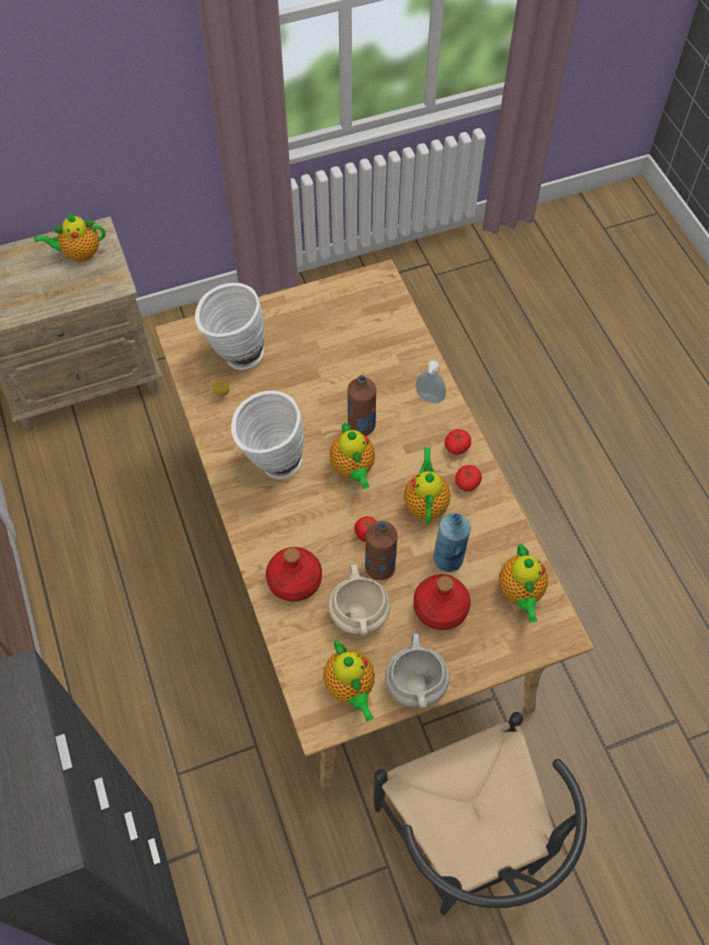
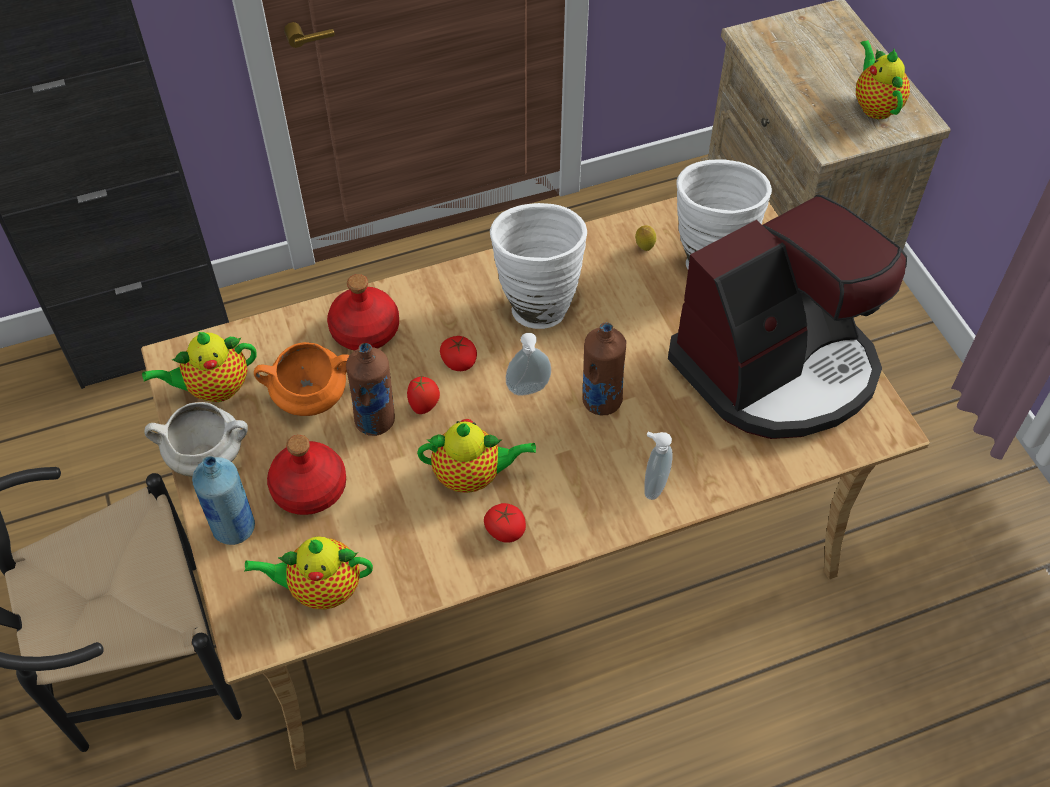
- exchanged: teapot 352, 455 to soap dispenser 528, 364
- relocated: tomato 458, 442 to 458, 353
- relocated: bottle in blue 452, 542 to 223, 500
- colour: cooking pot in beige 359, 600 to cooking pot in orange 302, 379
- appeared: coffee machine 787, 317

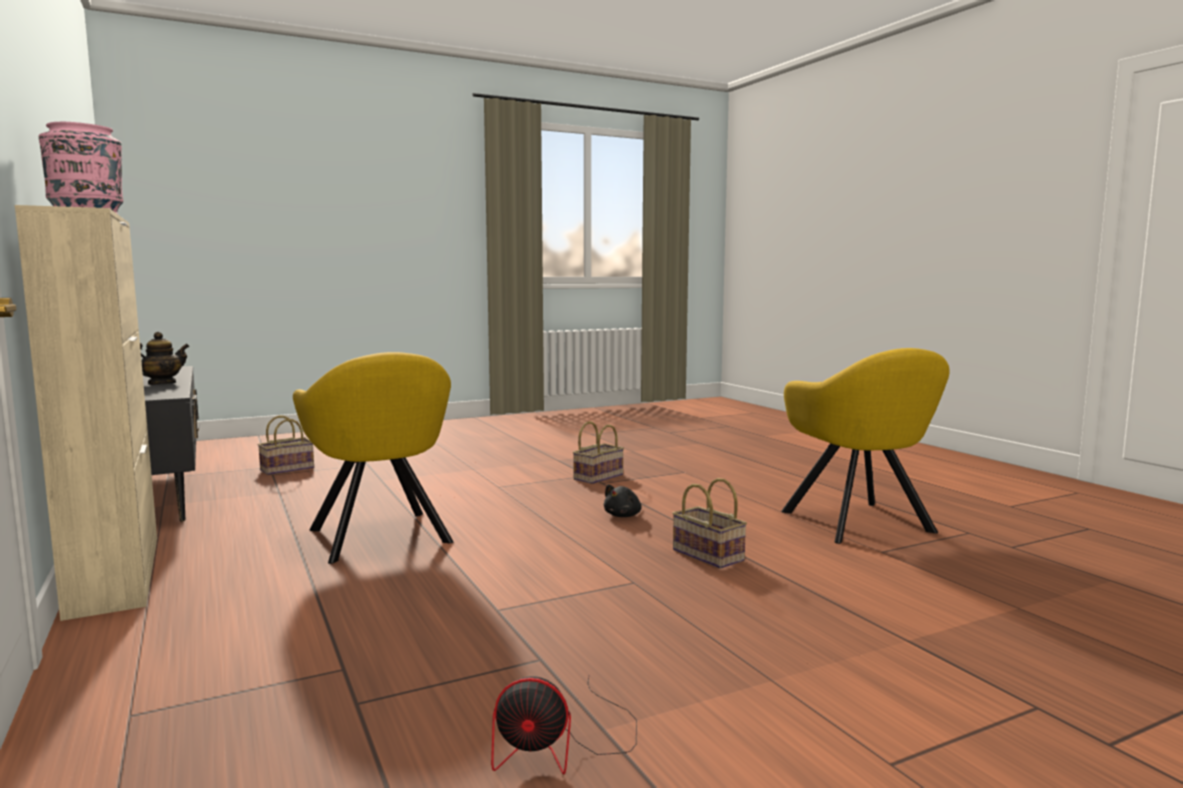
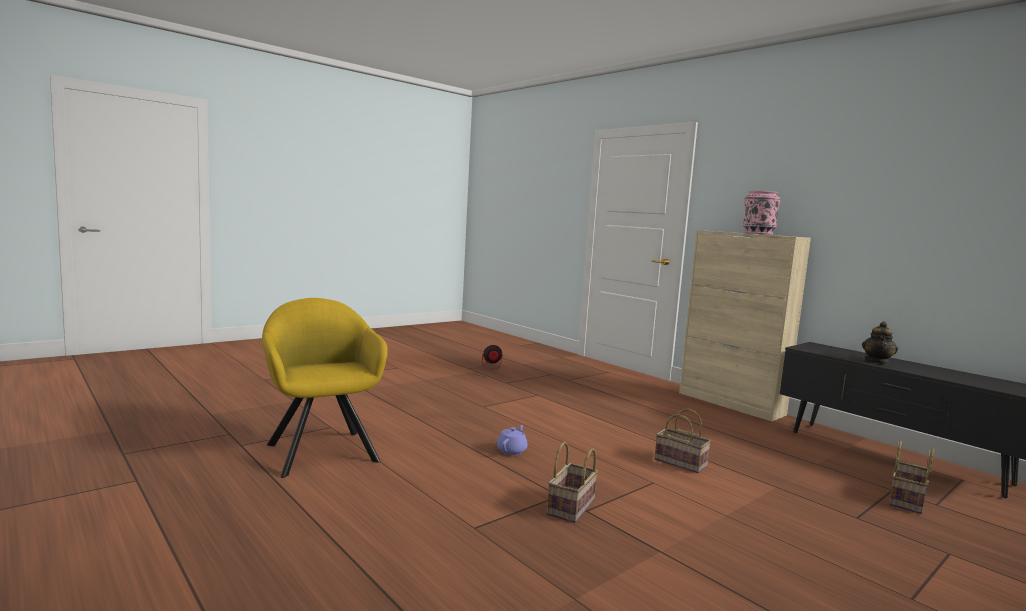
- missing: armchair in yellow 373, 458
- relocated: basket 709, 523 to 682, 440
- exchanged: plush toy in black 623, 500 to teapot in purple 512, 440

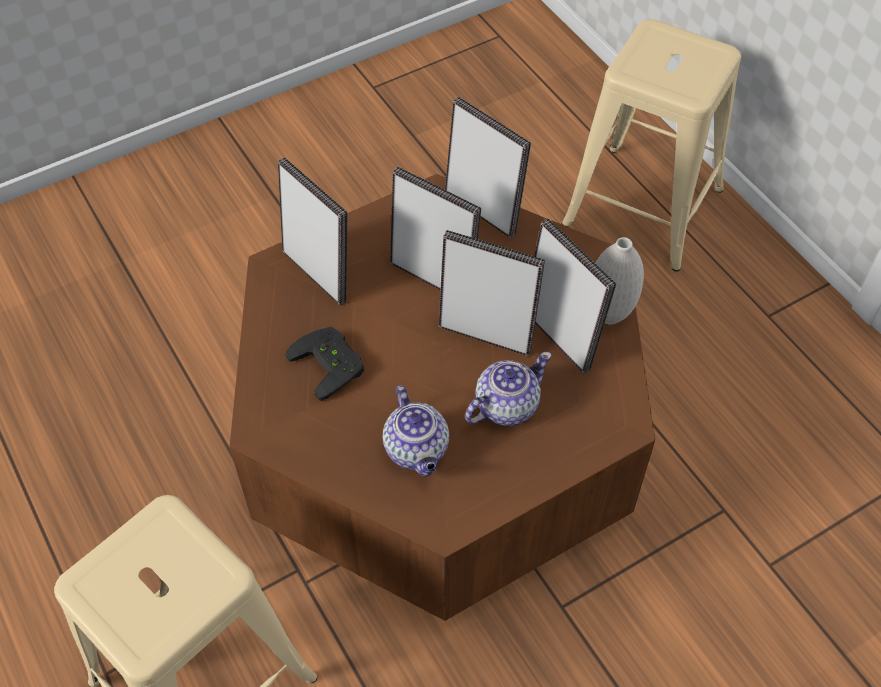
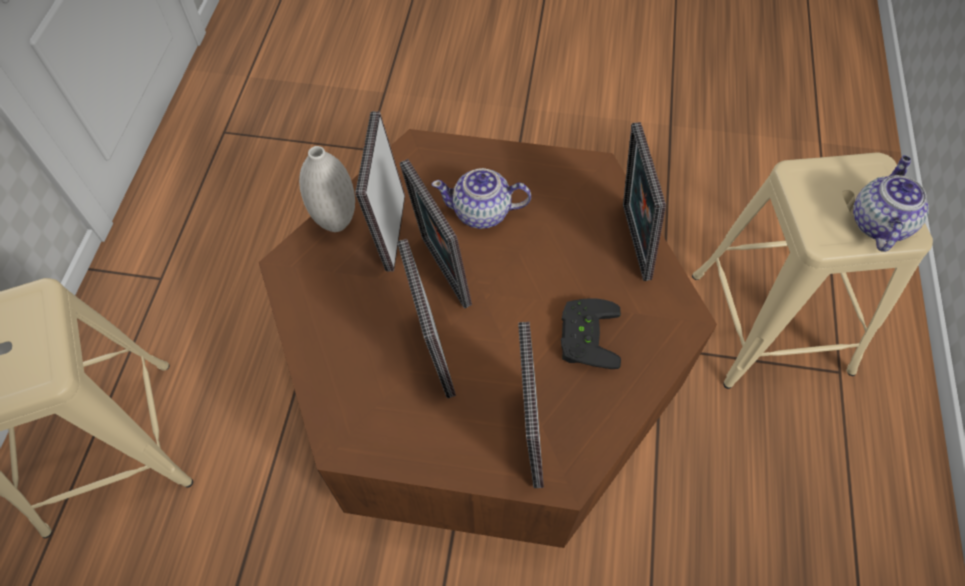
- relocated: picture frame 488, 167 to 644, 201
- relocated: teapot 416, 431 to 891, 203

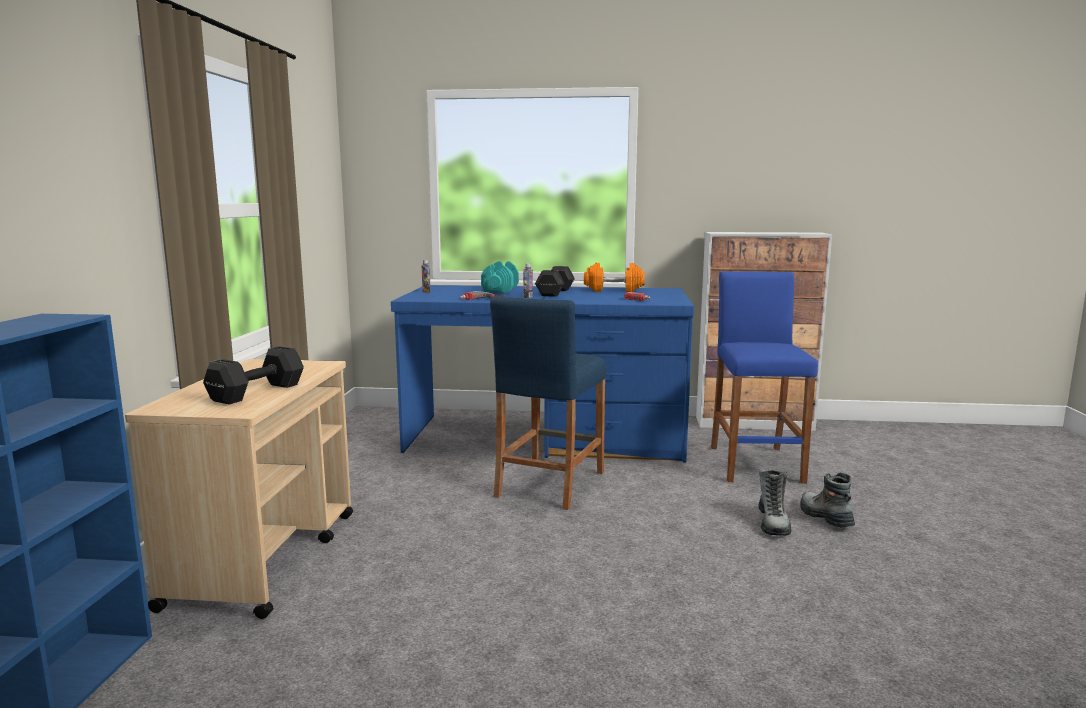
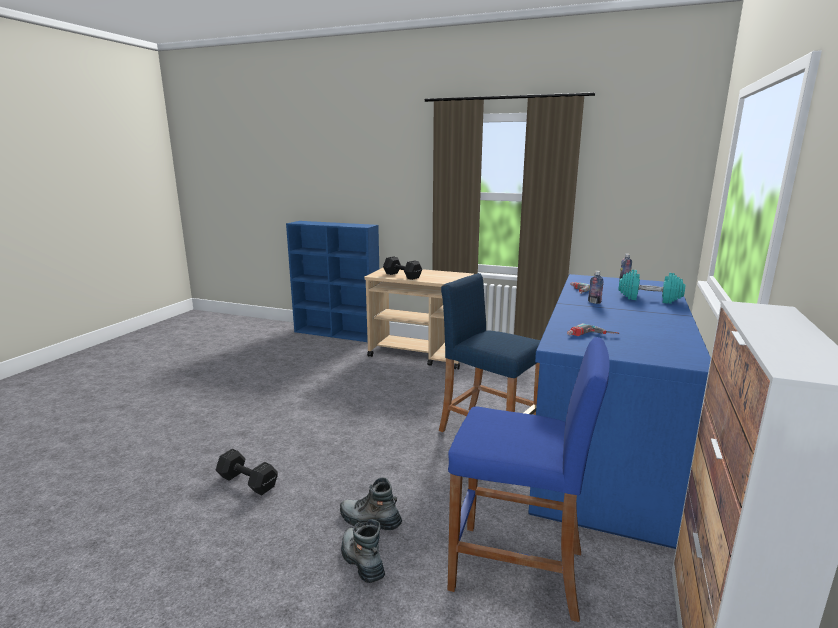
- missing: dumbbell in orange 614, 277
- relocated: dumbbell in black 555, 281 to 246, 472
- spun: boot 827, 500 = 363, 551 120 degrees counterclockwise

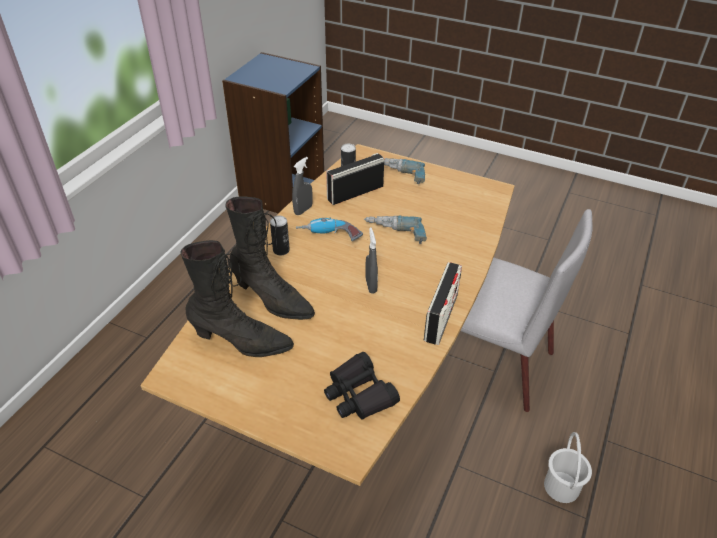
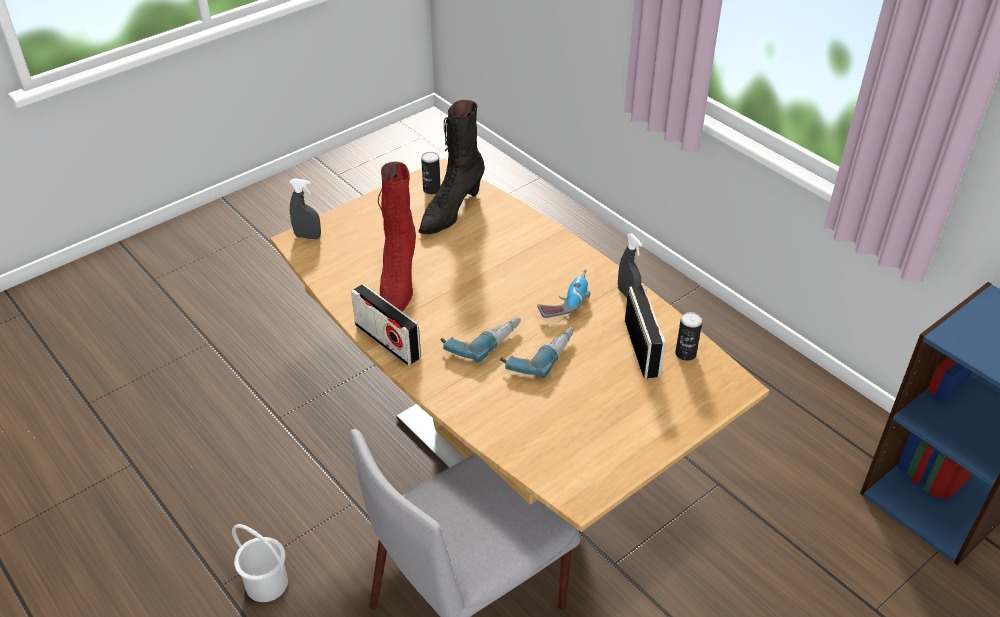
- relocated: power drill 404, 171 to 480, 340
- missing: boot in black 270, 258
- relocated: can 280, 235 to 431, 173
- relocated: spray bottle in grey 371, 260 to 305, 209
- missing: binoculars in black 362, 386
- appeared: boot in red 397, 236

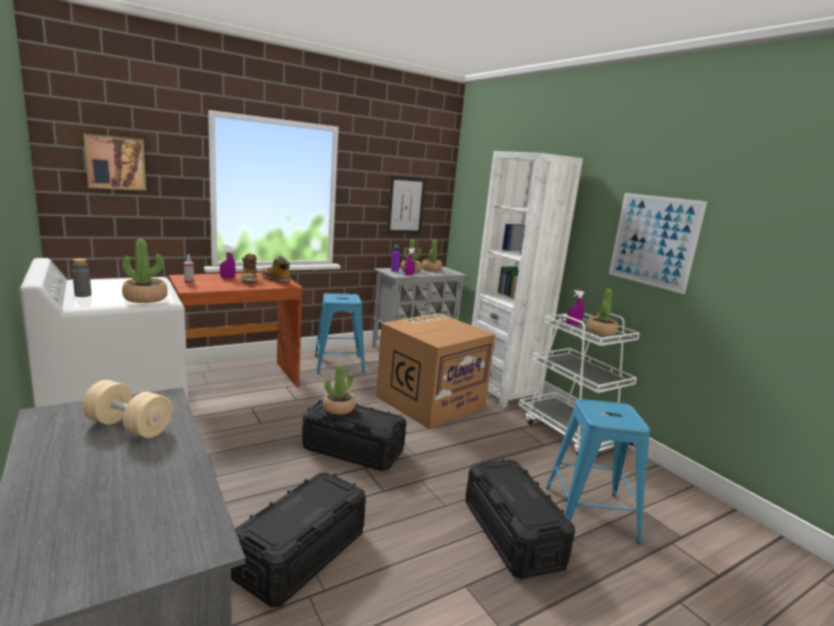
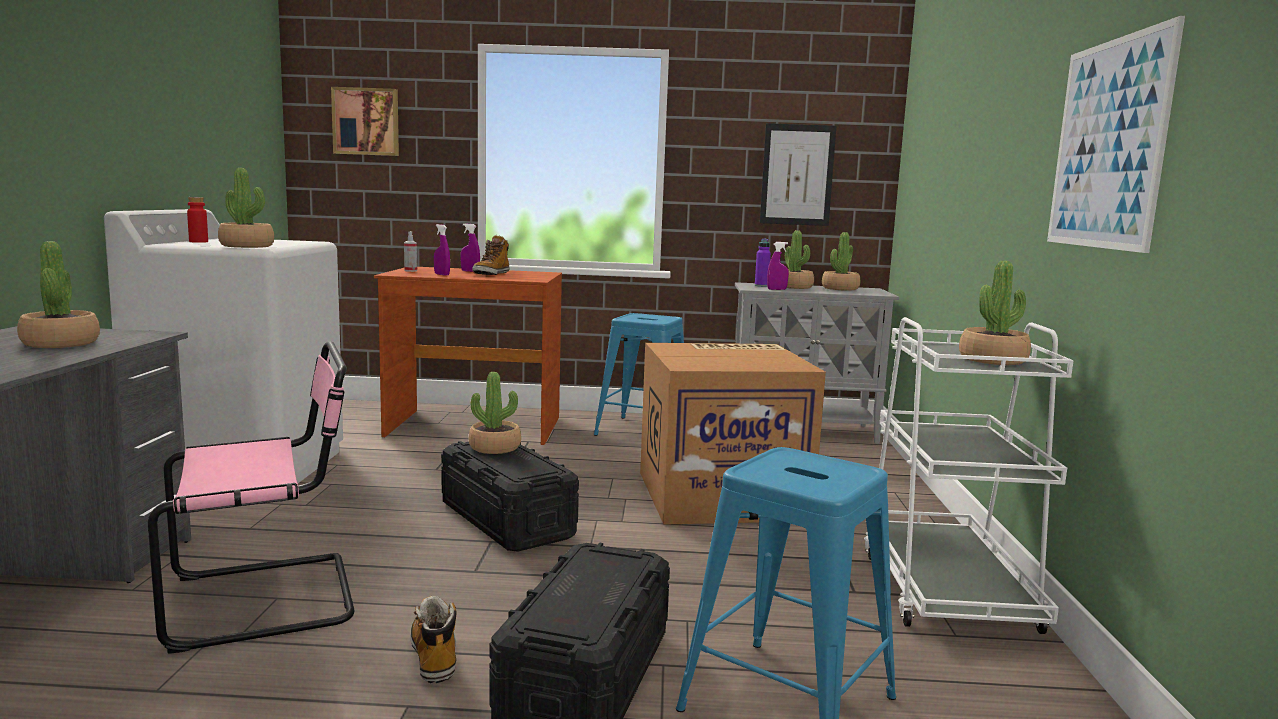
- missing: bookcase in white 527, 279
- relocated: boot 276, 269 to 433, 639
- colour: bottle in grey 81, 277 to bottle in red 197, 220
- relocated: spray bottle in purple 575, 307 to 442, 250
- exchanged: dumbbell in beige 127, 409 to potted plant 58, 294
- exchanged: storage box in black 298, 540 to chair in pink 251, 497

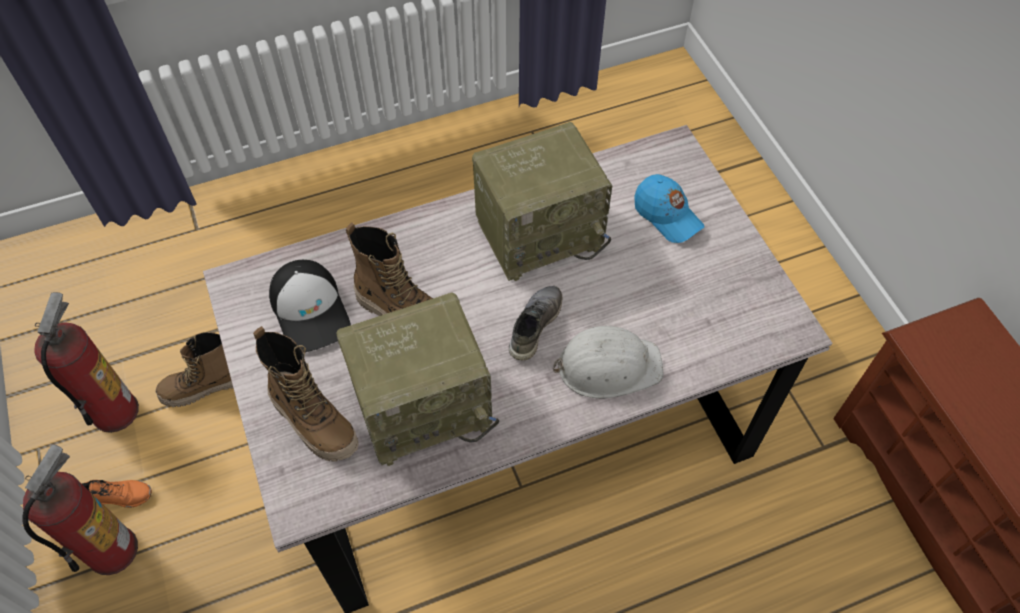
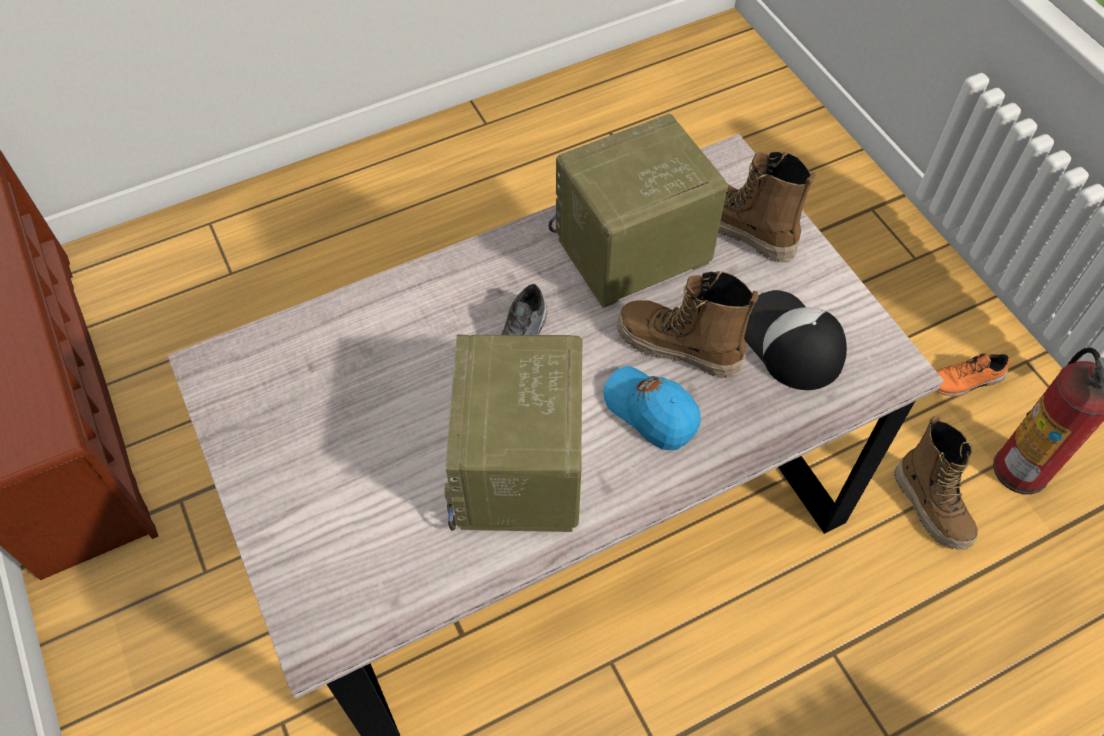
- spun: radio 542, 201 = 514, 433 60 degrees counterclockwise
- relocated: cap in blue 669, 208 to 652, 408
- missing: hard hat in white 607, 362
- spun: boot 194, 369 = 936, 482 90 degrees clockwise
- missing: fire extinguisher 80, 509

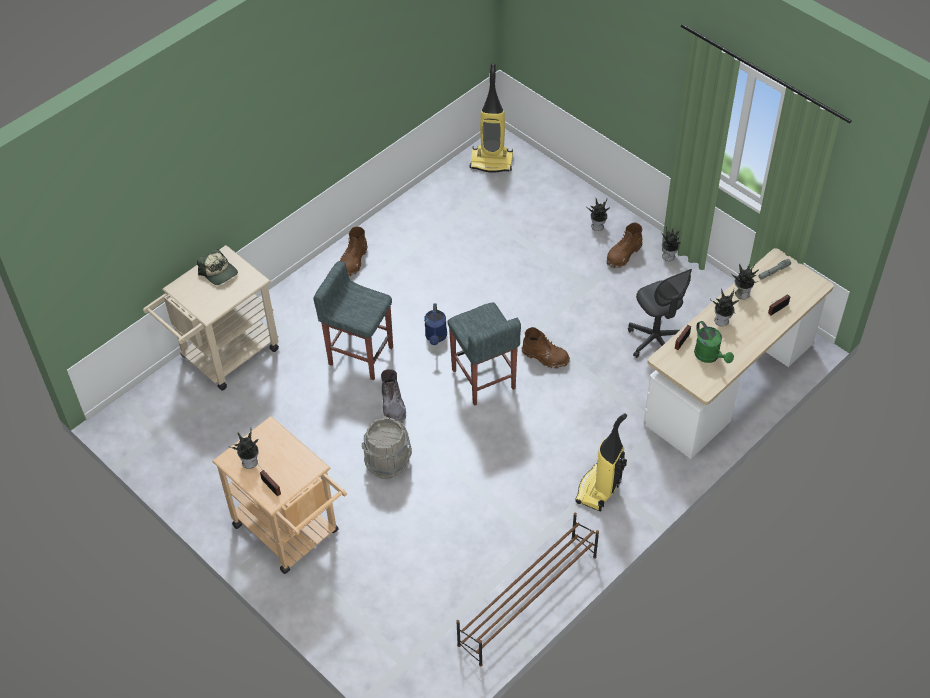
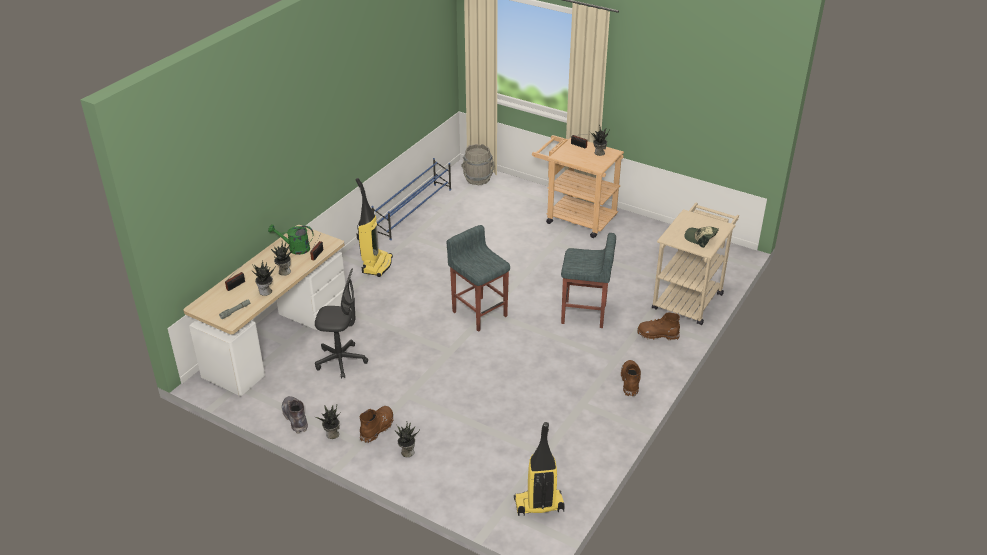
- spun: office chair in grey 660, 313 = 341, 323 135 degrees clockwise
- missing: watering can in blue 435, 324
- spun: watering can in green 714, 342 = 290, 239 45 degrees counterclockwise
- relocated: boot in brown 546, 347 to 658, 326
- relocated: boot in grey 393, 396 to 295, 414
- relocated: bucket in grey 386, 448 to 478, 164
- colour: shoe rack in brown 527, 589 to shoe rack in blue 411, 199

